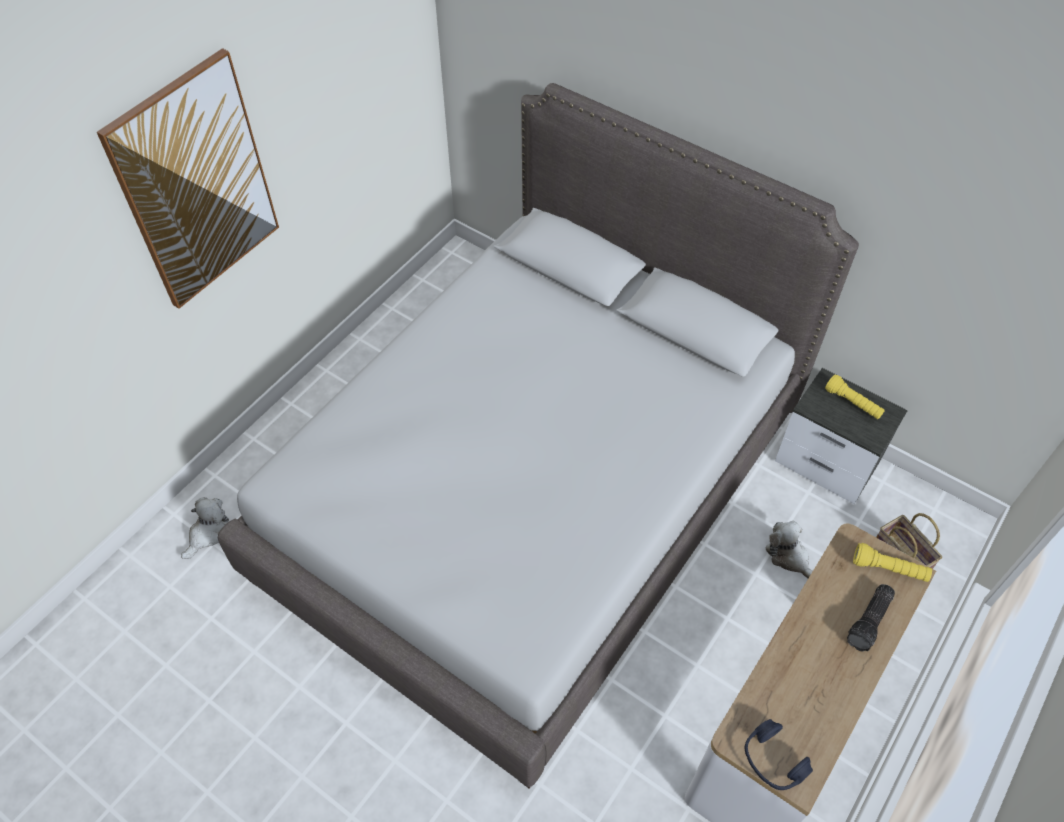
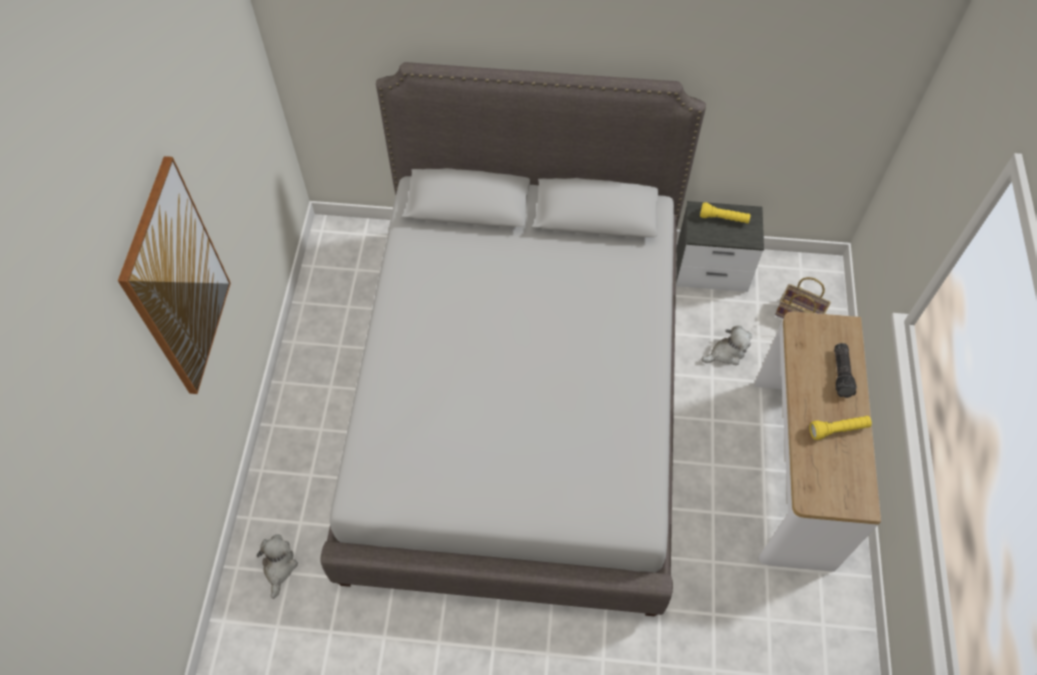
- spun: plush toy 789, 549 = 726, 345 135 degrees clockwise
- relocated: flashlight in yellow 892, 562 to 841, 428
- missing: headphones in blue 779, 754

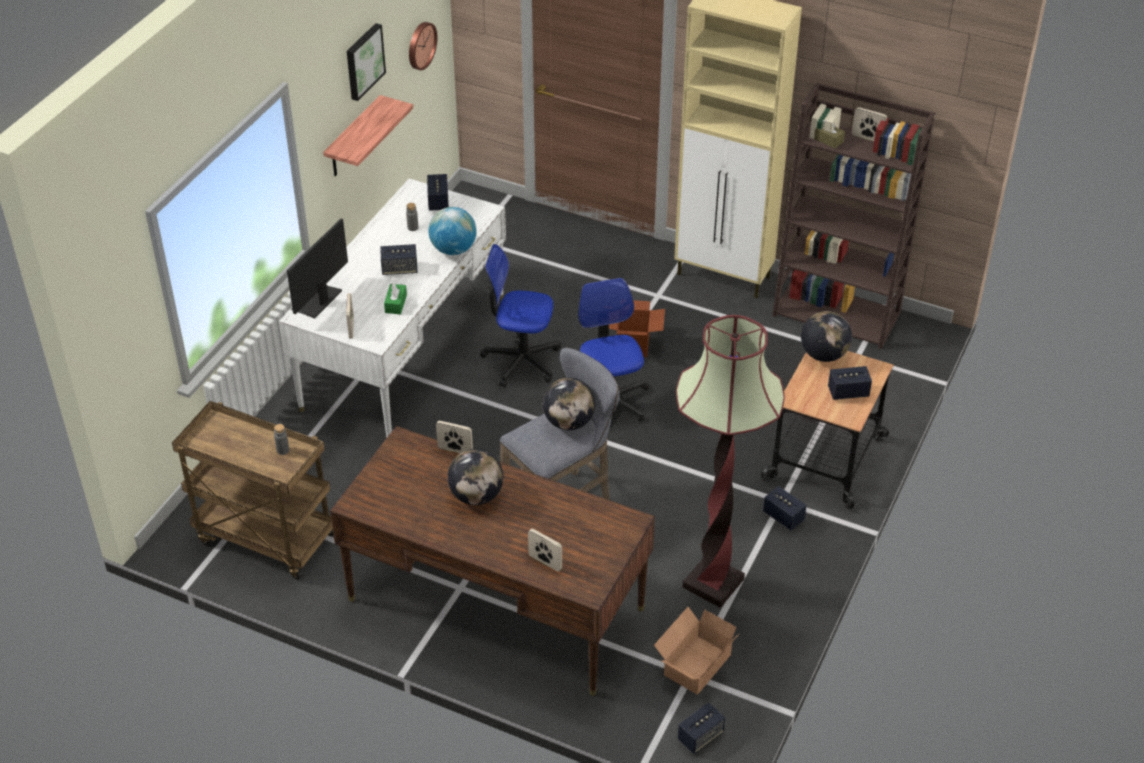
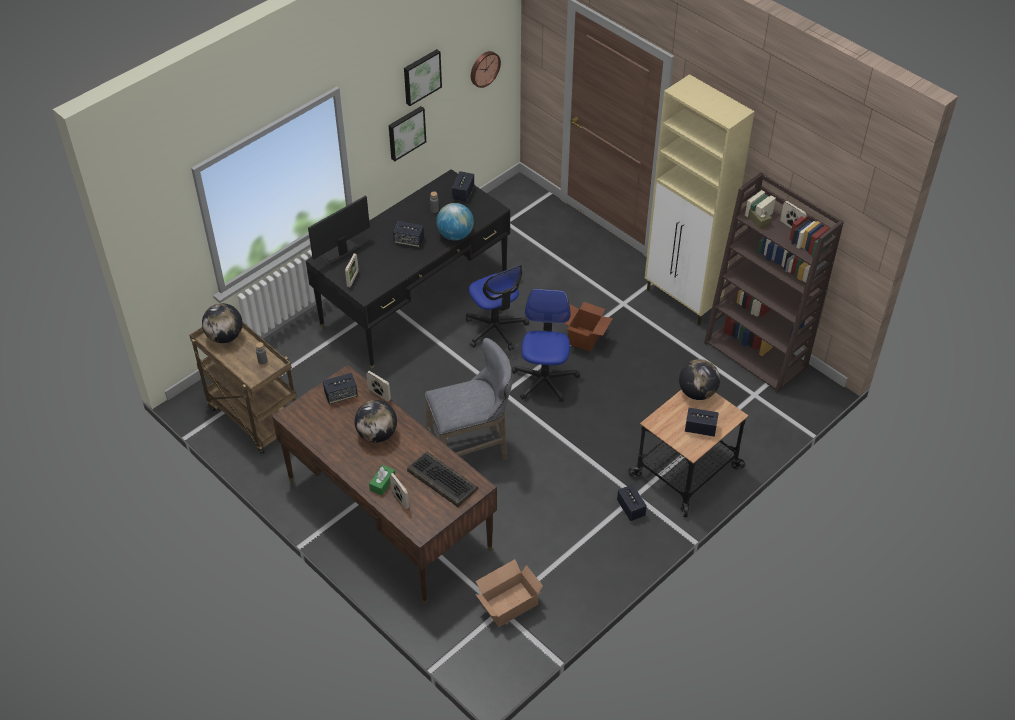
- exchanged: shelf 368, 135 to picture 407, 133
- colour: desk in white 392, 308 to desk in black 408, 269
- spun: office chair 520, 316 = 497, 308 150 degrees counterclockwise
- relocated: tissue box in green 395, 298 to 382, 480
- missing: floor lamp 730, 461
- relocated: globe 569, 403 to 222, 323
- relocated: speaker 701, 728 to 340, 388
- appeared: keyboard 442, 479

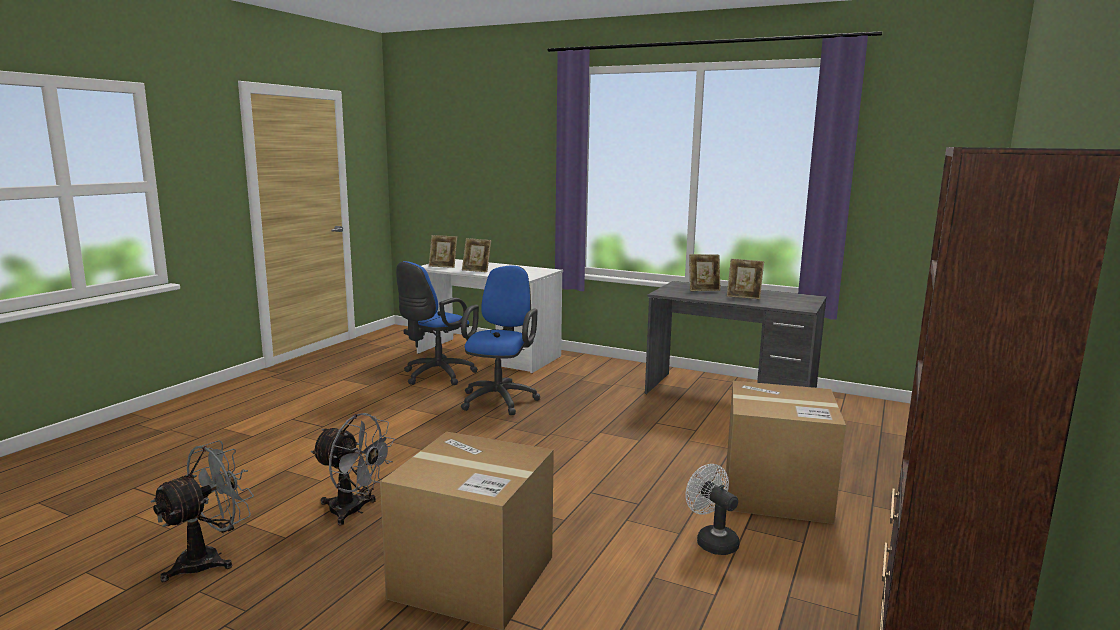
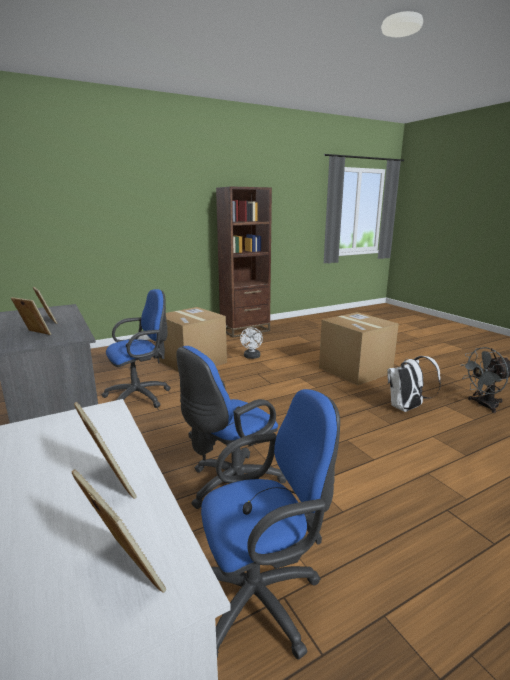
- exchanged: fan in grey 353, 469 to backpack in white 414, 384
- appeared: office chair in blue 135, 348

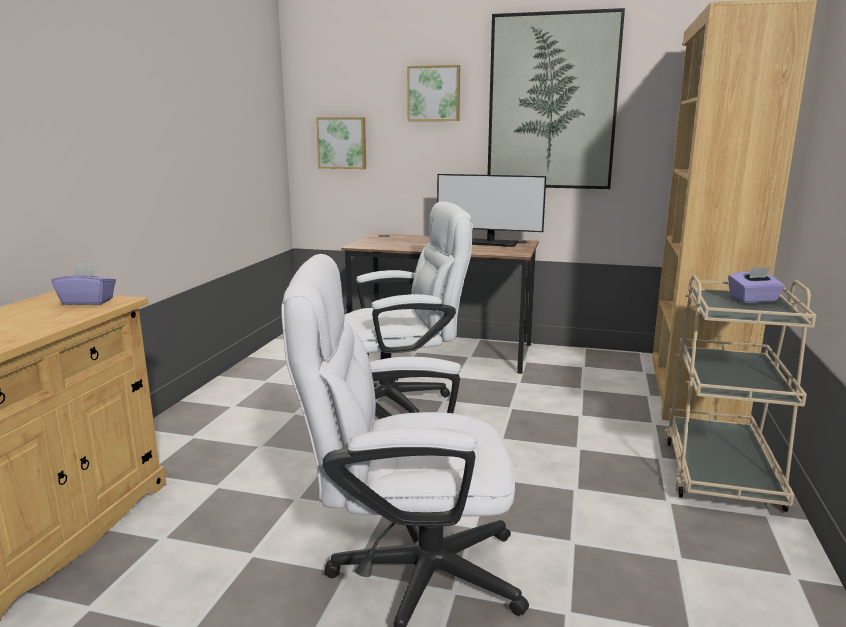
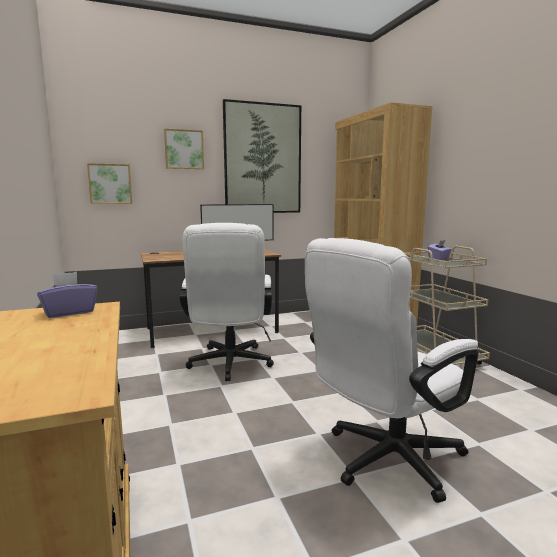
- spun: office chair in white 408, 307 = 227, 302 135 degrees clockwise

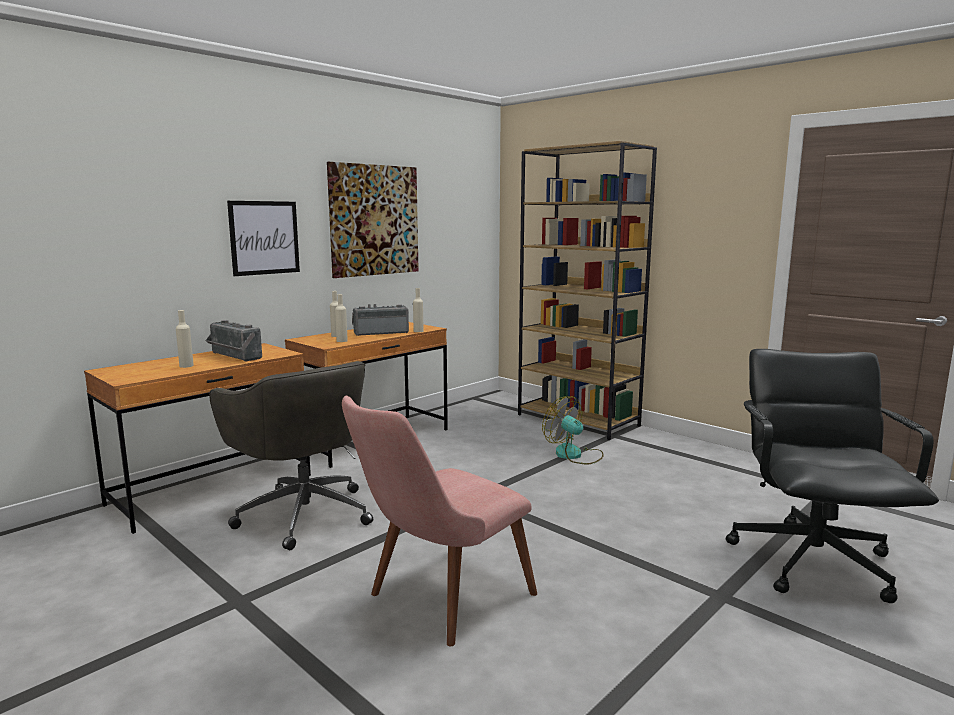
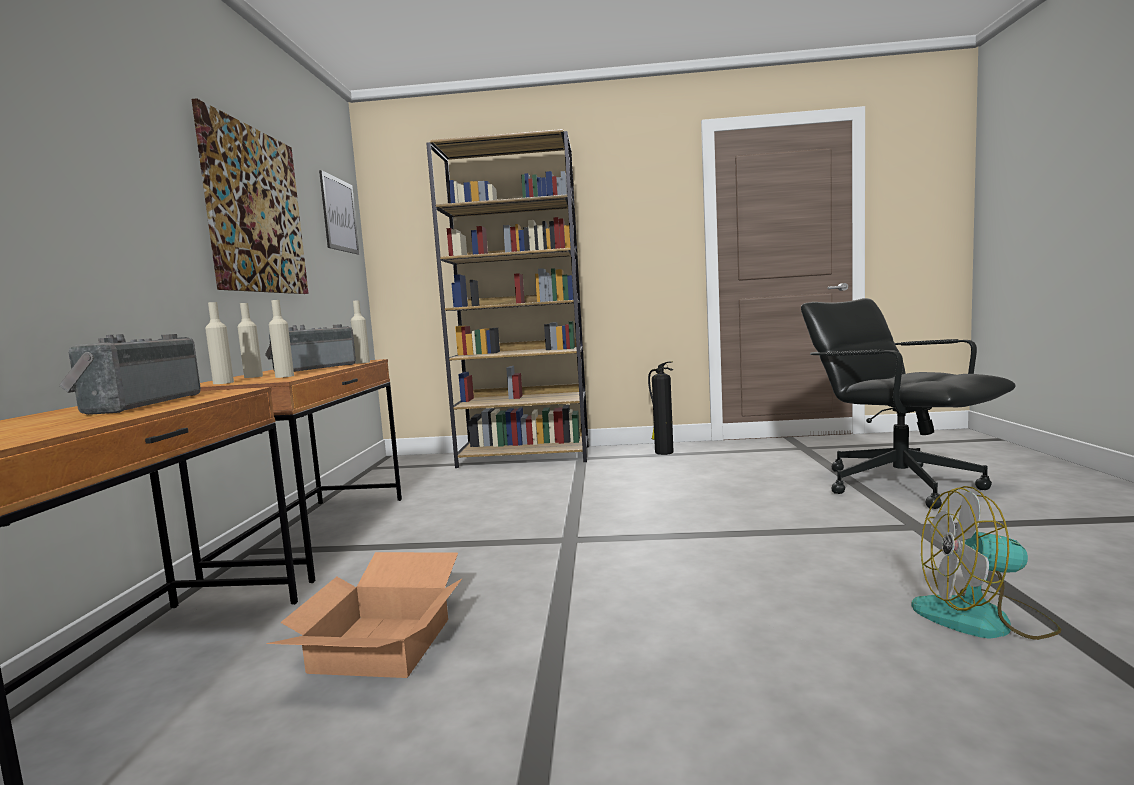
- relocated: picture 263, 238 to 339, 212
- relocated: bottle in beige 185, 339 to 219, 343
- spun: radio 234, 340 = 130, 374 90 degrees clockwise
- exchanged: office chair in grey 291, 455 to cardboard box 364, 615
- missing: chair in pink 439, 521
- relocated: fan 573, 430 to 986, 563
- appeared: fire extinguisher 661, 408

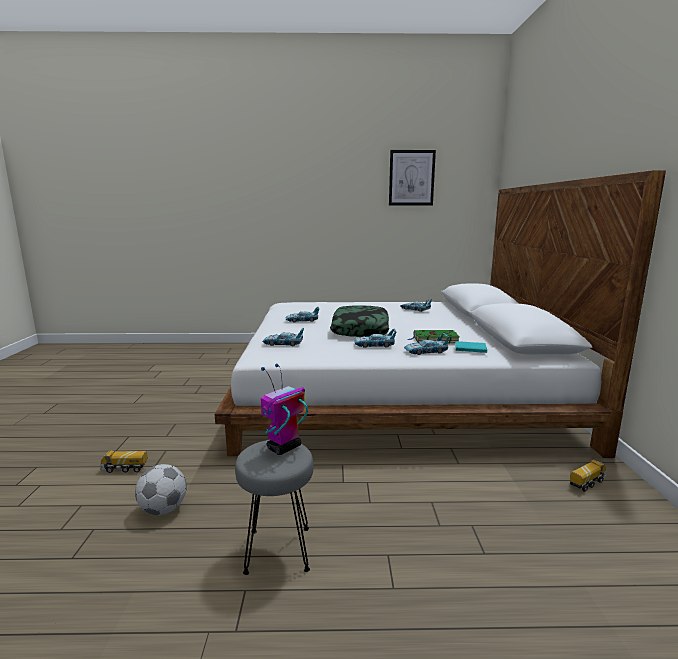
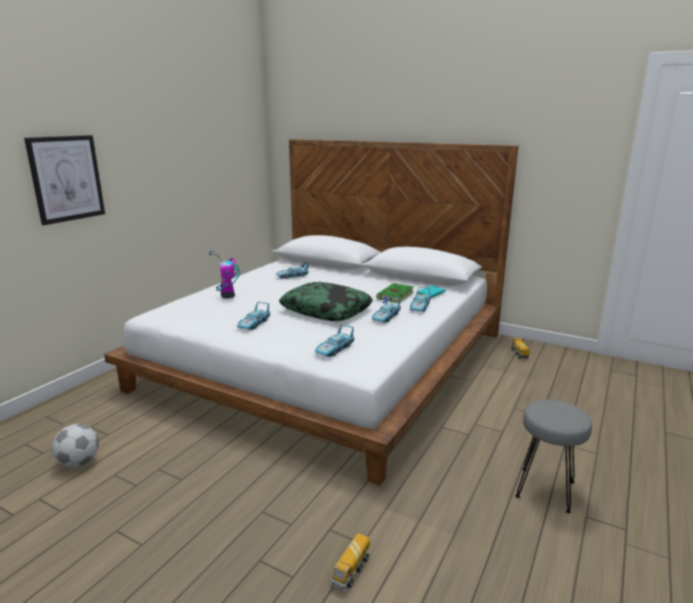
- relocated: picture 412, 178 to 64, 180
- relocated: toy robot 284, 409 to 225, 274
- relocated: football 161, 489 to 75, 445

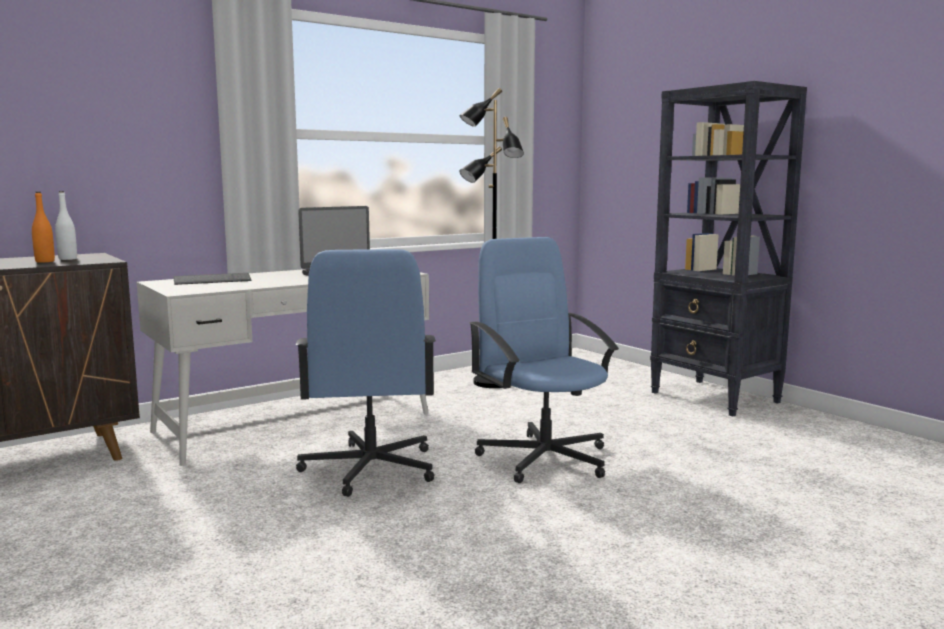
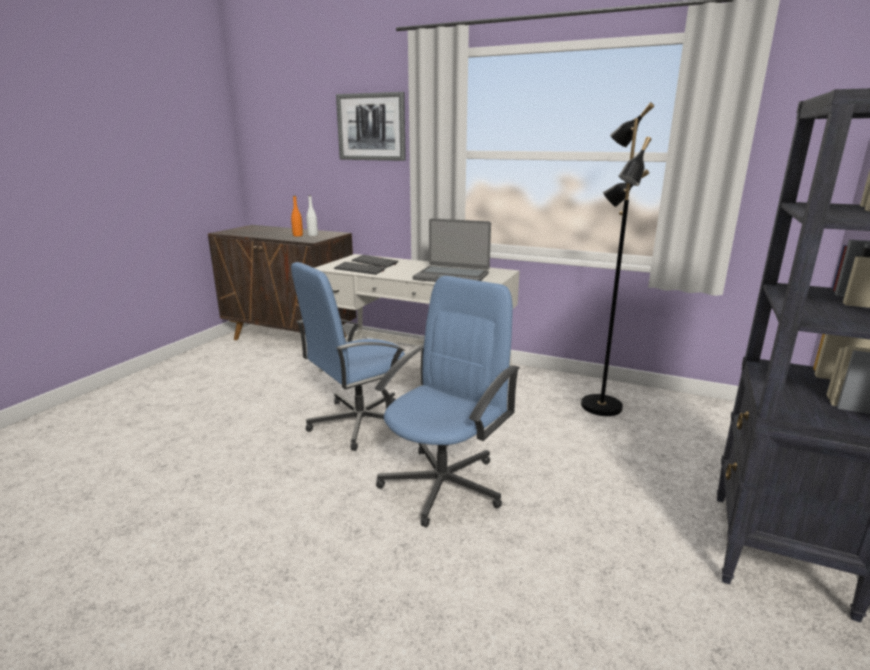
- appeared: picture 371, 126
- appeared: keyboard 360, 268

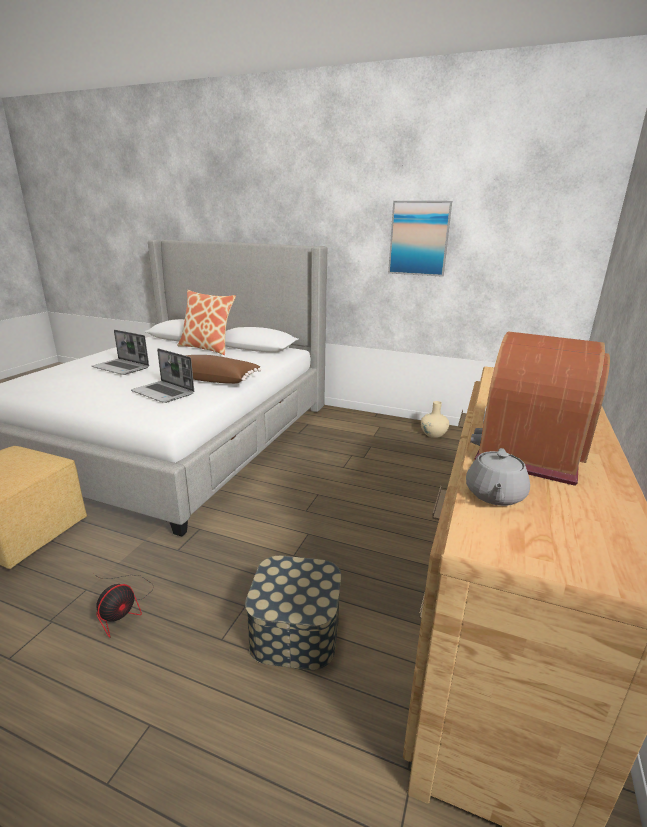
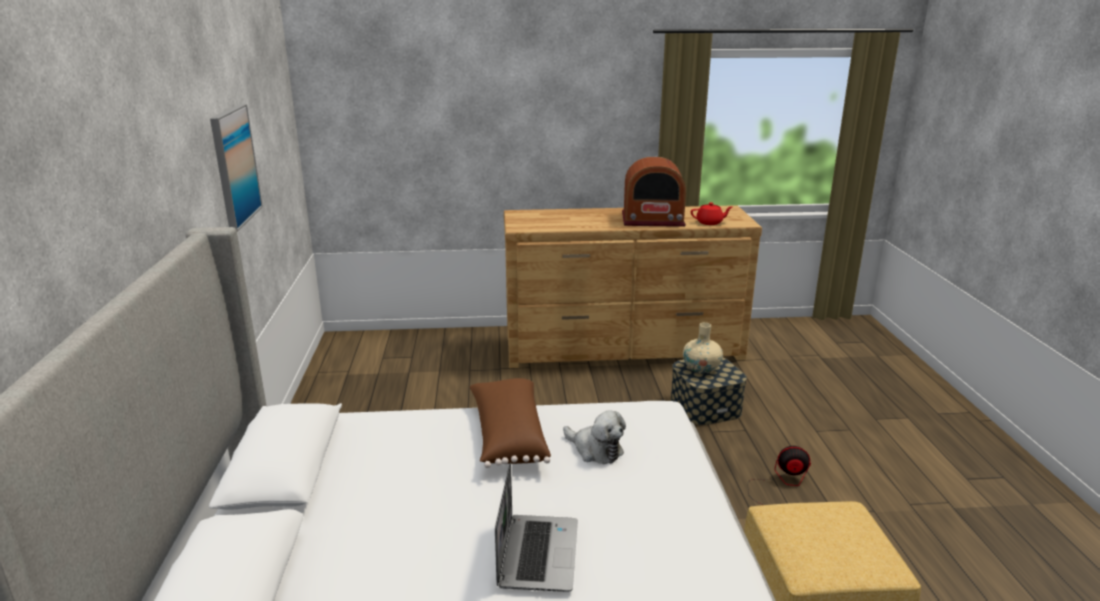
- missing: pillow 207, 322
- exchanged: laptop 162, 375 to plush toy 594, 437
- relocated: vase in beige 435, 419 to 703, 348
- colour: teapot in grey 498, 477 to teapot in red 711, 213

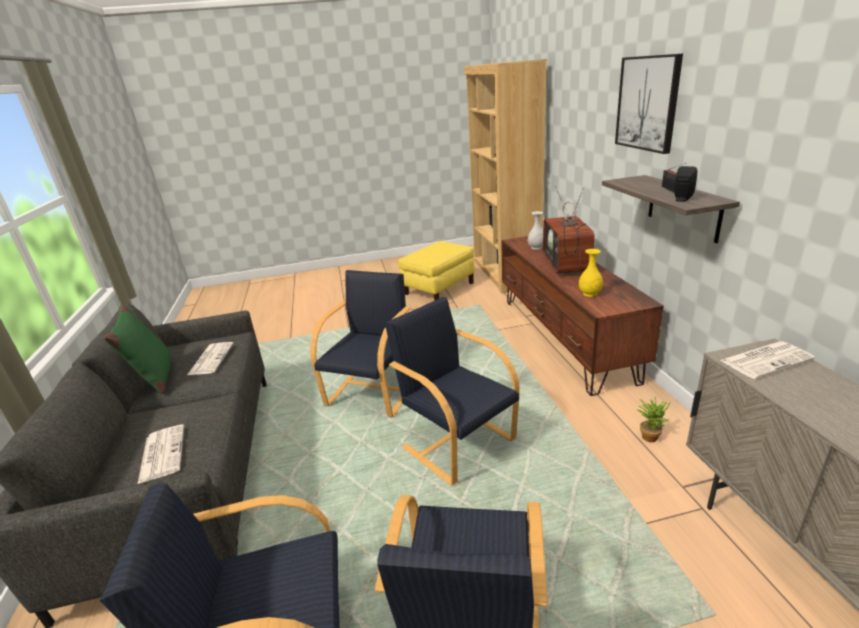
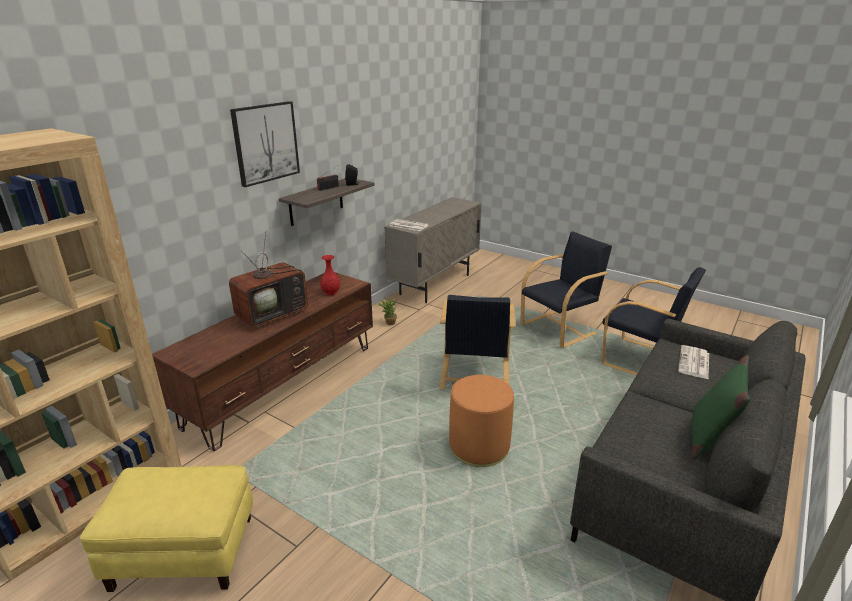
- missing: vase in white 535, 230
- colour: vase in yellow 591, 273 to vase in red 330, 275
- exchanged: armchair in black 360, 343 to ottoman in orange 481, 421
- missing: newspaper 210, 359

